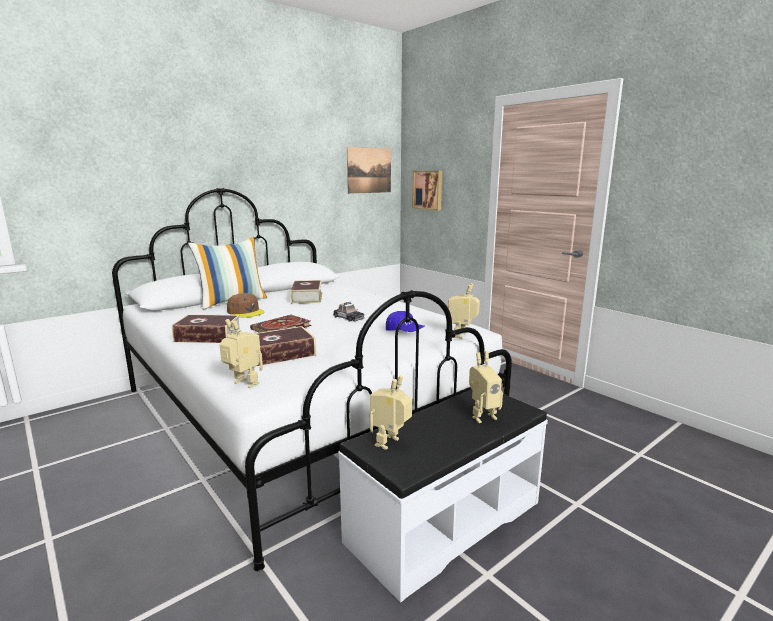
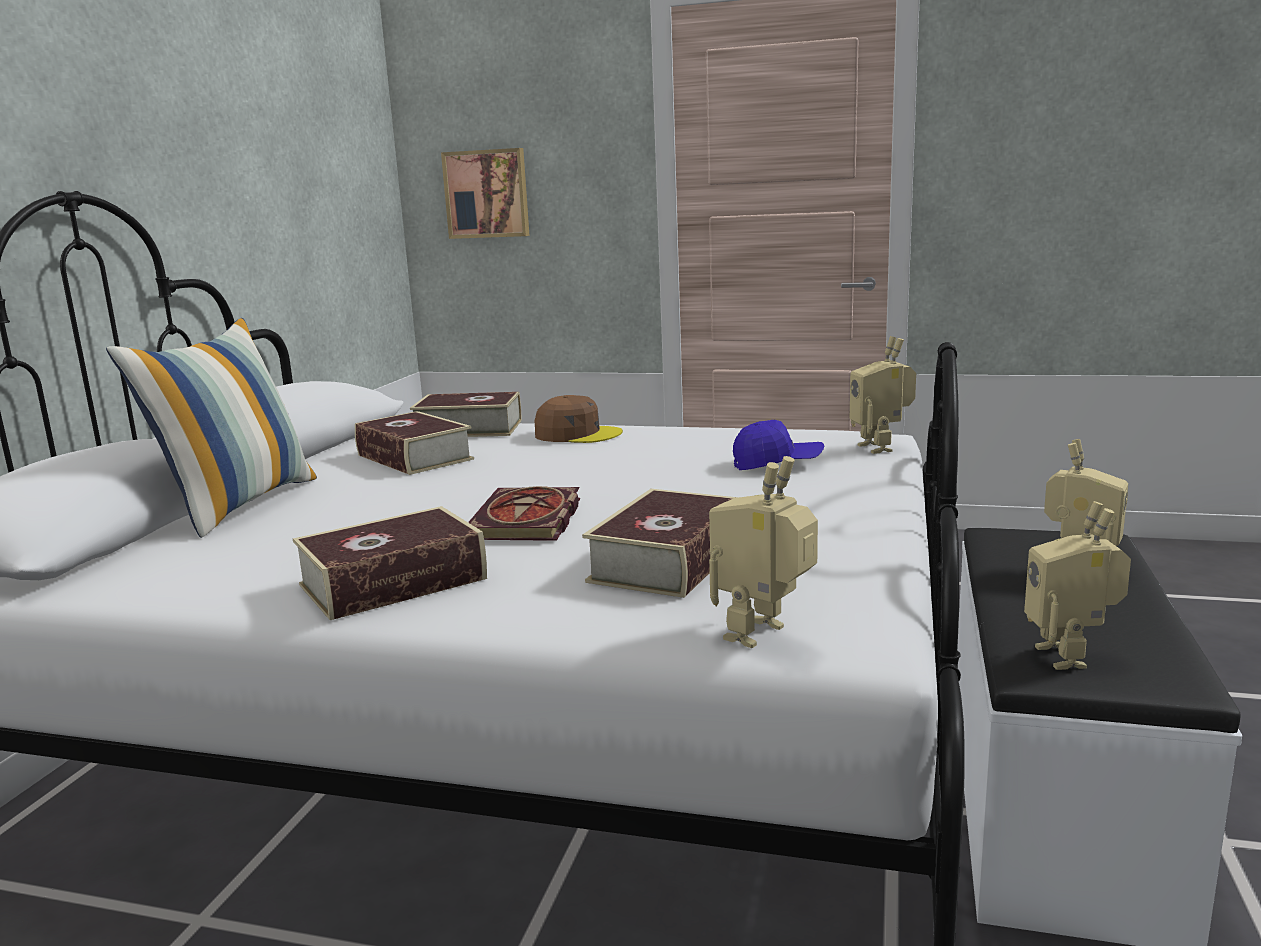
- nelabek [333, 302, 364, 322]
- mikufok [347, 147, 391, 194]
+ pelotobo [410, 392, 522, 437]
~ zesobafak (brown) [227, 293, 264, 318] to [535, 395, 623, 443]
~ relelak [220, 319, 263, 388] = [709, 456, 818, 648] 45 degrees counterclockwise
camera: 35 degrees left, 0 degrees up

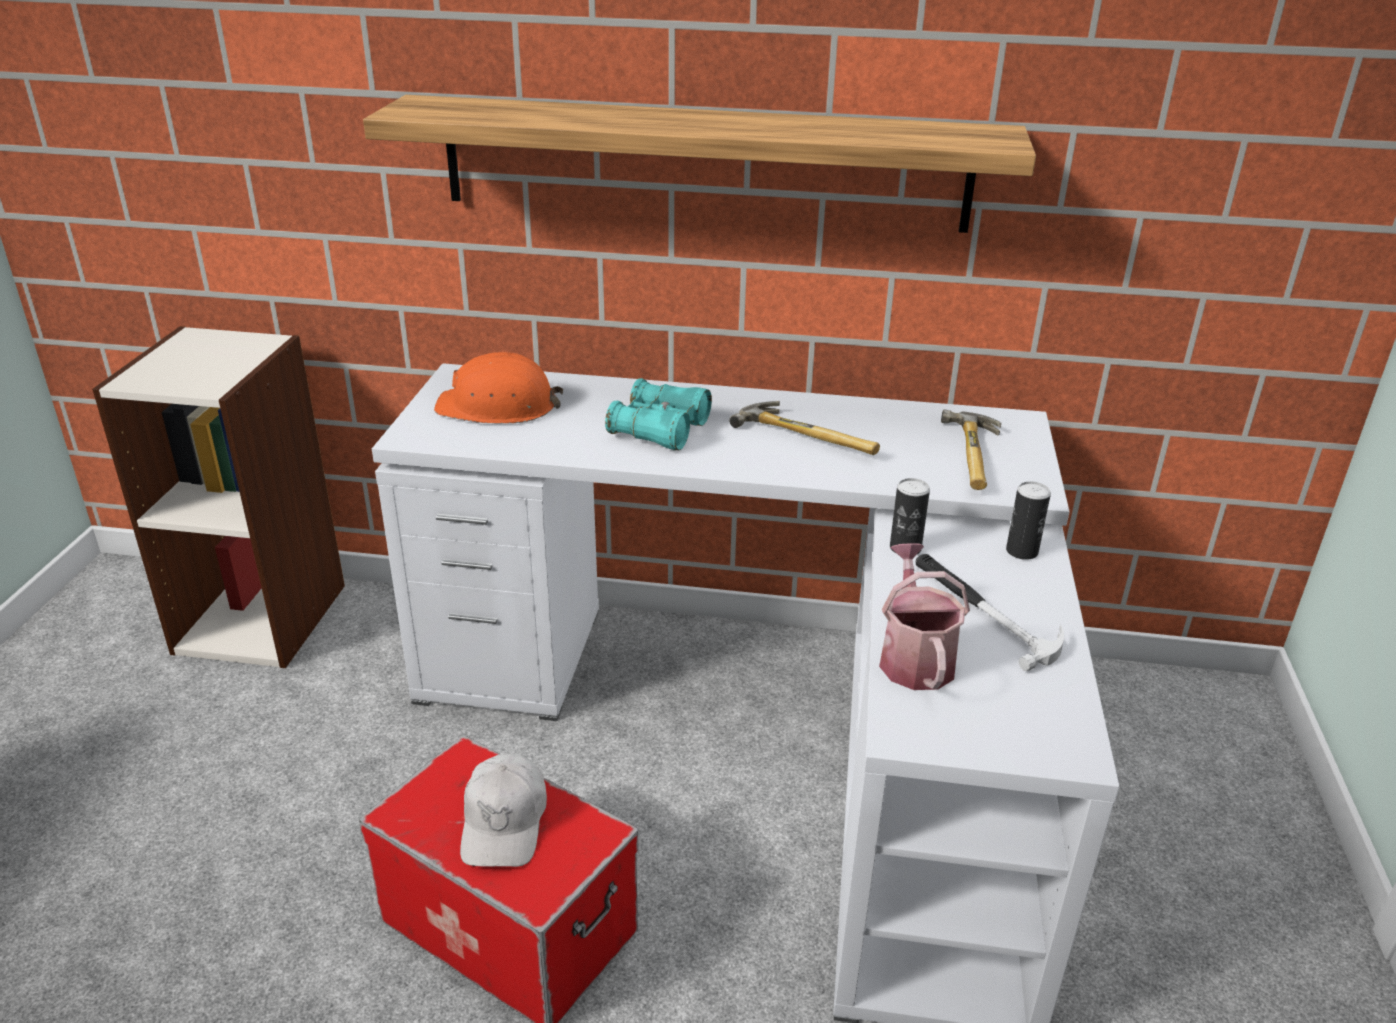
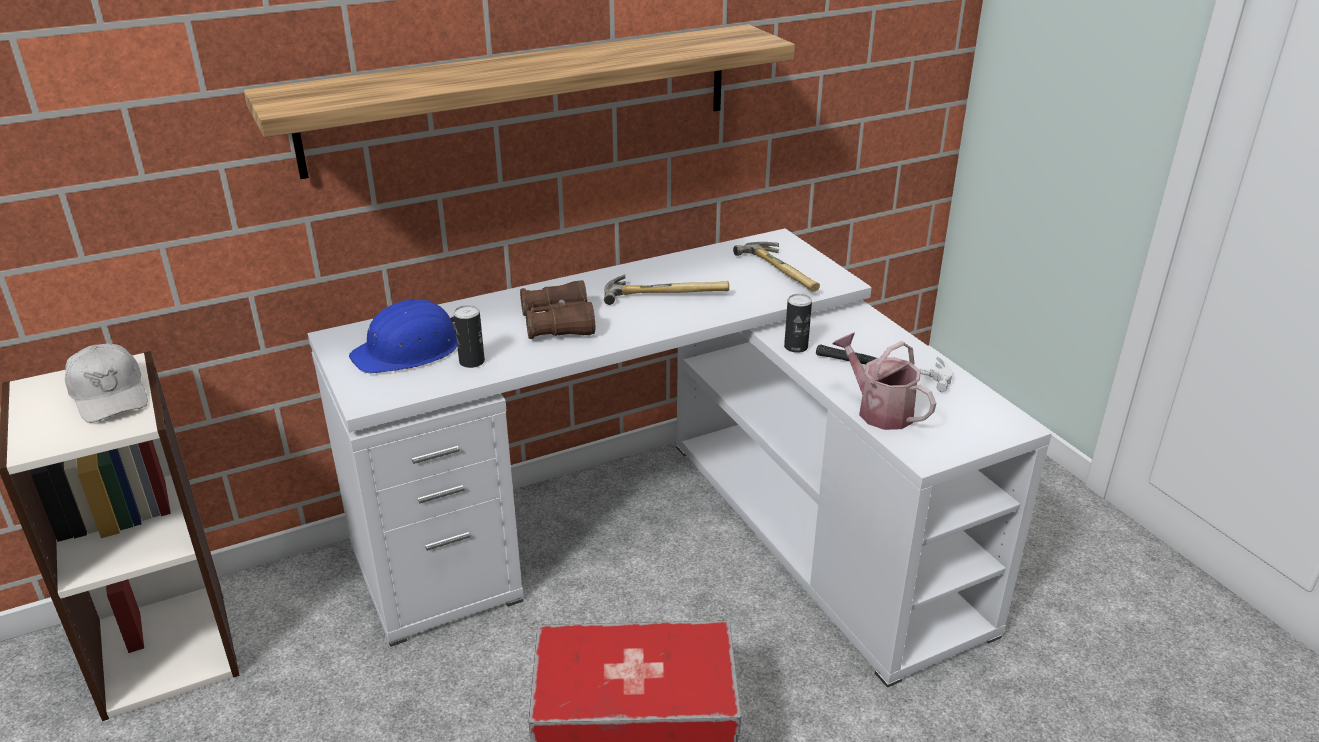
~ zesobafak (white) [460, 754, 547, 867] to [65, 343, 148, 423]
~ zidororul [1006, 481, 1051, 560] to [454, 305, 485, 368]
~ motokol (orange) [434, 352, 563, 424] to motokol (blue) [349, 299, 457, 373]
~ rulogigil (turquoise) [605, 378, 712, 450] to rulogigil (brown) [520, 280, 595, 339]
camera: 35 degrees left, 0 degrees up

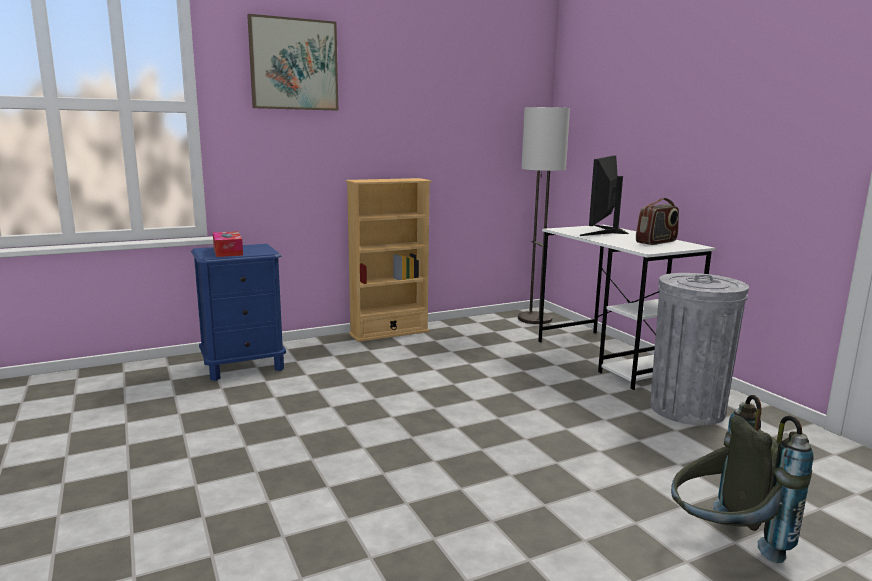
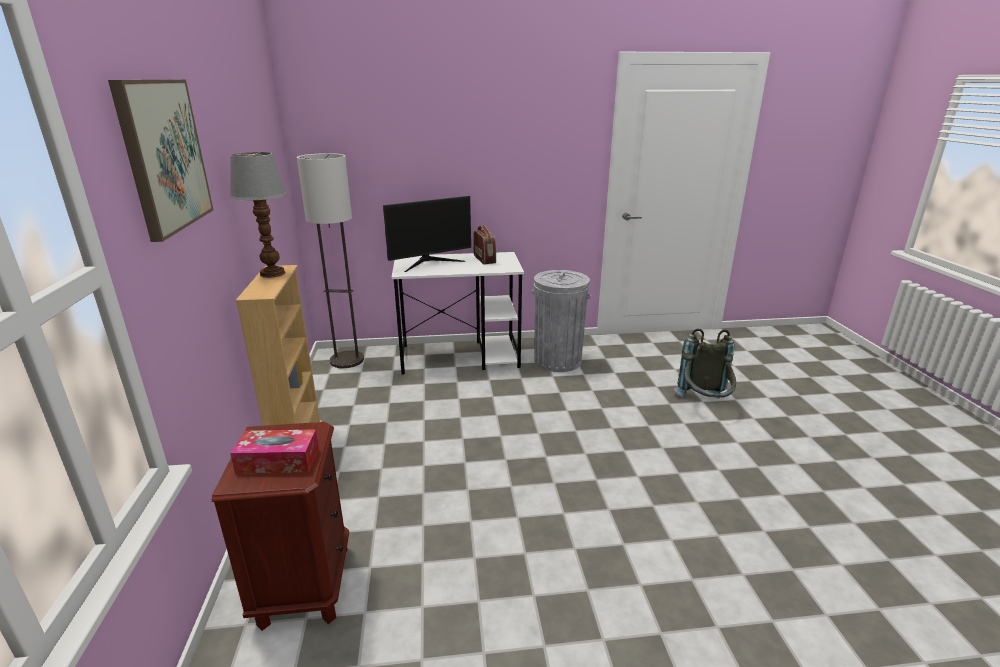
+ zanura [230, 152, 287, 278]
~ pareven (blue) [191, 244, 286, 381] to pareven (brown) [212, 422, 349, 631]
~ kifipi [580, 155, 629, 236] = [383, 196, 471, 272] 75 degrees counterclockwise
camera: 70 degrees left, 10 degrees up

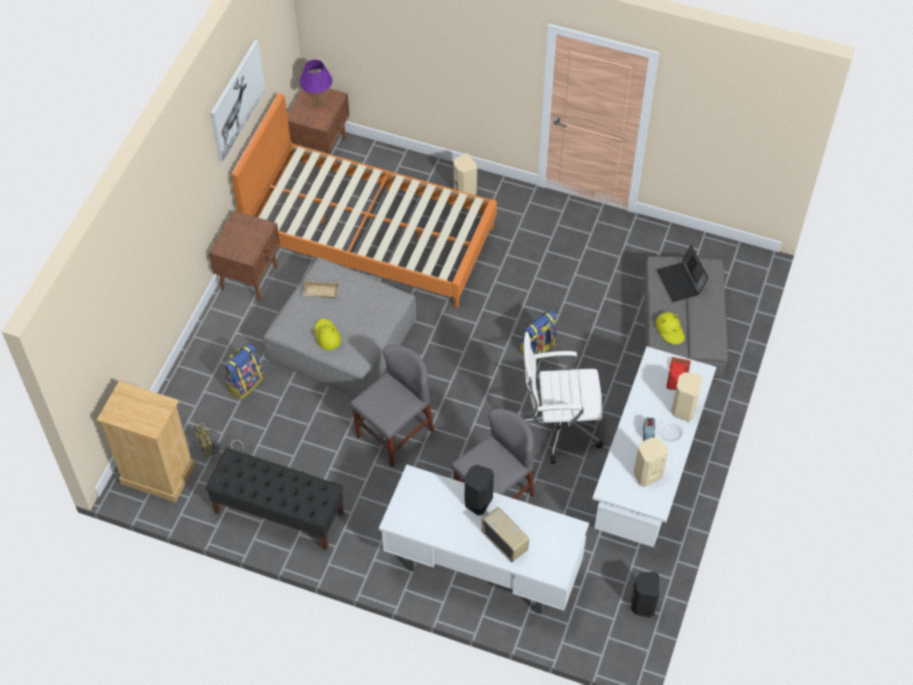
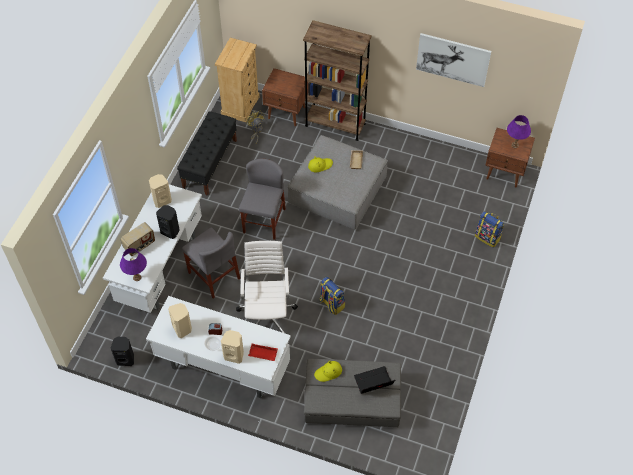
- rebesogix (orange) [231, 93, 497, 308]
+ zanura (purple) [120, 248, 147, 281]
+ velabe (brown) [303, 20, 372, 141]
~ pareven (brown) [209, 210, 280, 301] to [262, 68, 309, 126]
~ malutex [223, 343, 264, 400] to [475, 211, 504, 248]
~ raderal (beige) [454, 153, 477, 195] to [149, 174, 172, 208]
~ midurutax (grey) [350, 345, 434, 467] = [239, 159, 286, 240] 120 degrees counterclockwise
camera: 90 degrees right, 0 degrees up

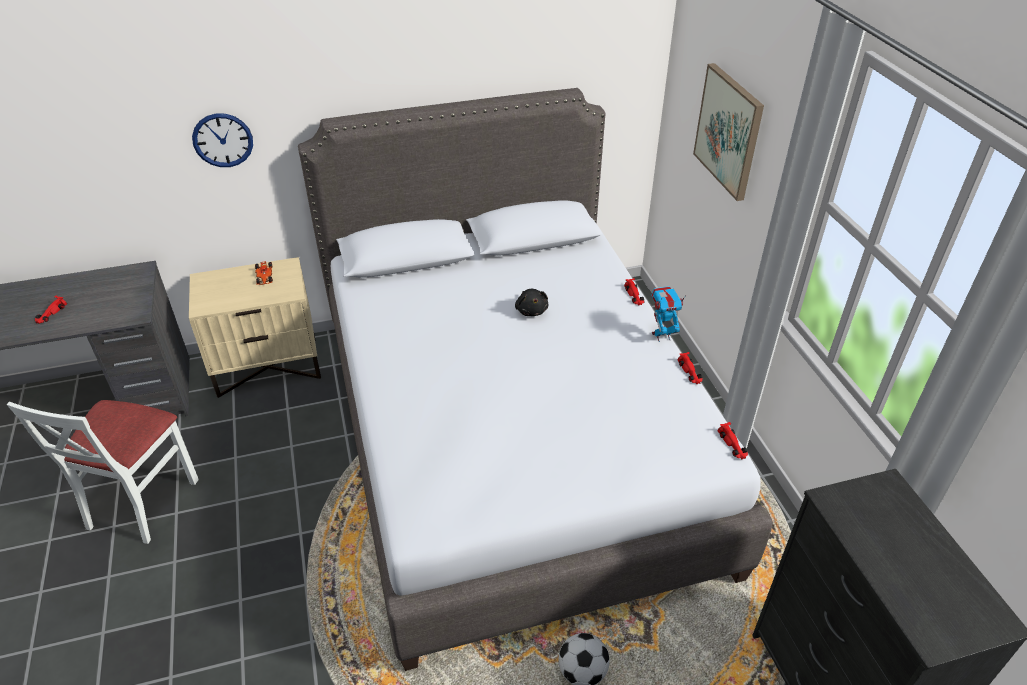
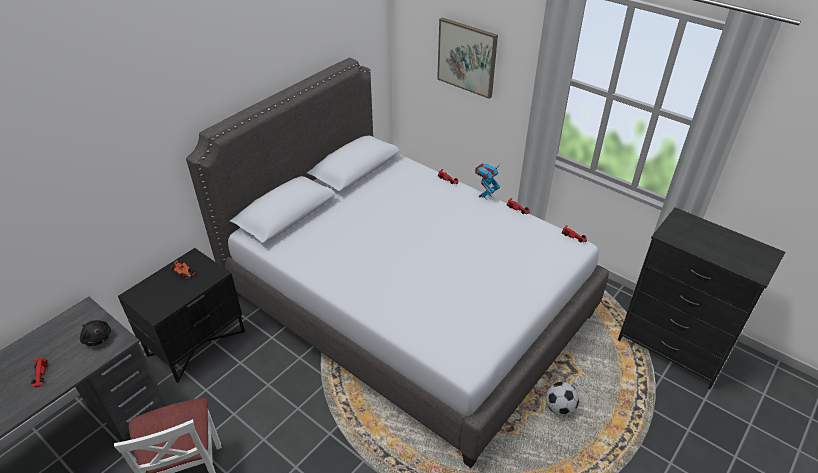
- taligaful [192, 113, 253, 167]
~ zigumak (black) [515, 289, 548, 316] to [80, 320, 111, 346]
~ pareven (beige) [189, 257, 321, 398] to pareven (black) [118, 248, 245, 383]
camera: 35 degrees left, 0 degrees up

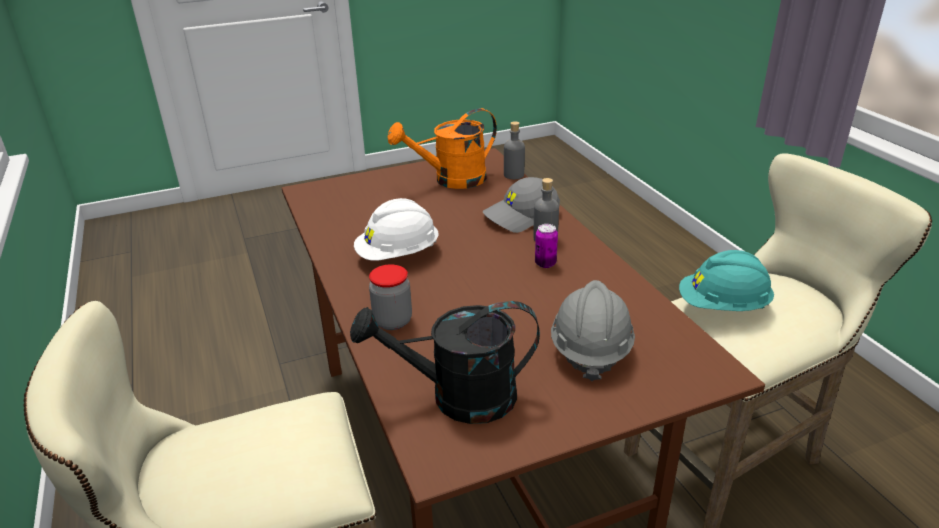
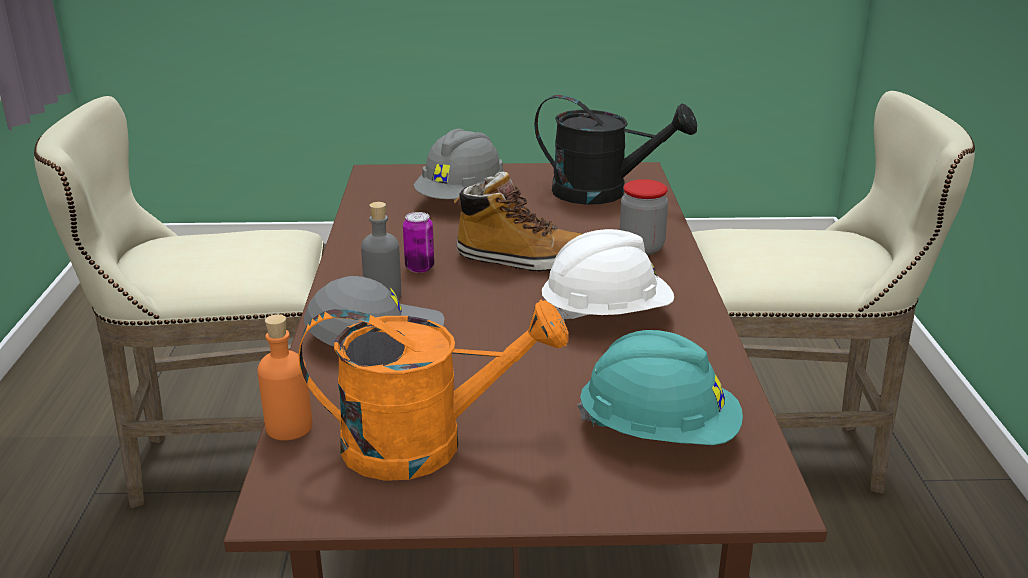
+ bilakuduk [454, 172, 583, 272]
~ motokol (turquoise) [679, 250, 774, 311] to [577, 330, 743, 445]
~ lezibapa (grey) [504, 121, 525, 179] to lezibapa (orange) [257, 314, 313, 440]
camera: 160 degrees left, 5 degrees down

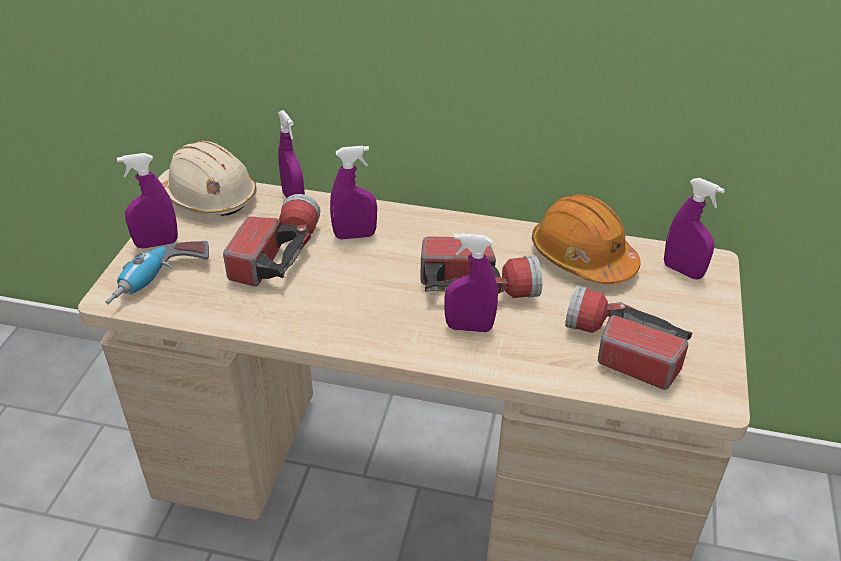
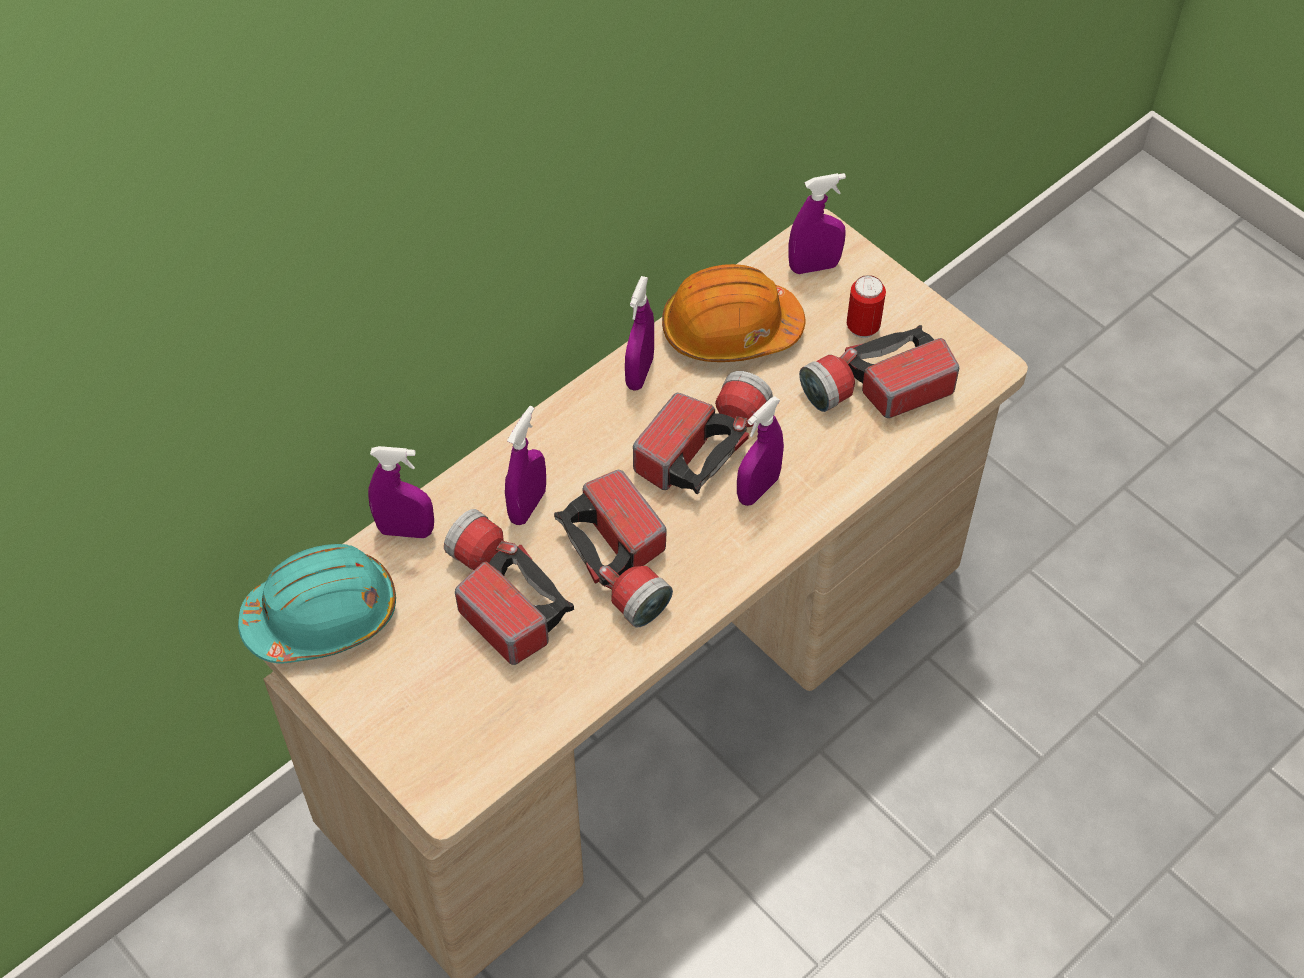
- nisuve [105, 241, 209, 304]
+ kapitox [554, 470, 673, 628]
+ zidororul [847, 275, 886, 338]
~ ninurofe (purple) [117, 153, 178, 249] to [625, 276, 654, 391]
~ motokol (beige) [158, 141, 257, 216] to motokol (turquoise) [238, 544, 396, 664]
camera: 55 degrees left, 15 degrees up

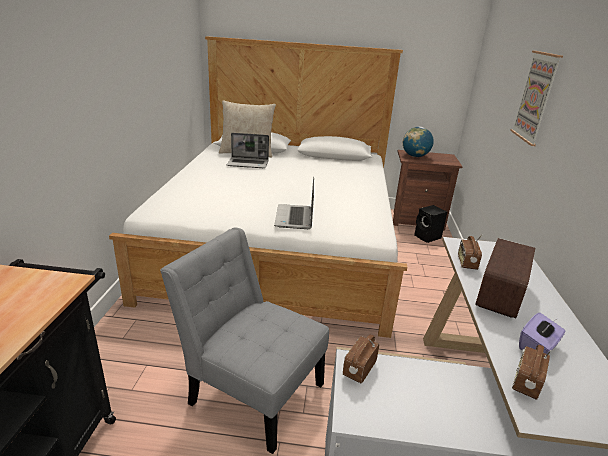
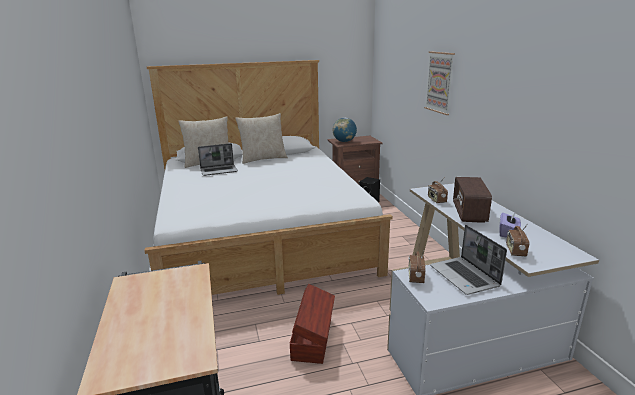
+ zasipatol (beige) [235, 113, 288, 164]
~ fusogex [274, 177, 314, 229] to [430, 225, 507, 295]
~ midurutax (grey) [160, 227, 329, 454] to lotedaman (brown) [290, 284, 335, 364]
camera: 20 degrees left, 5 degrees down

